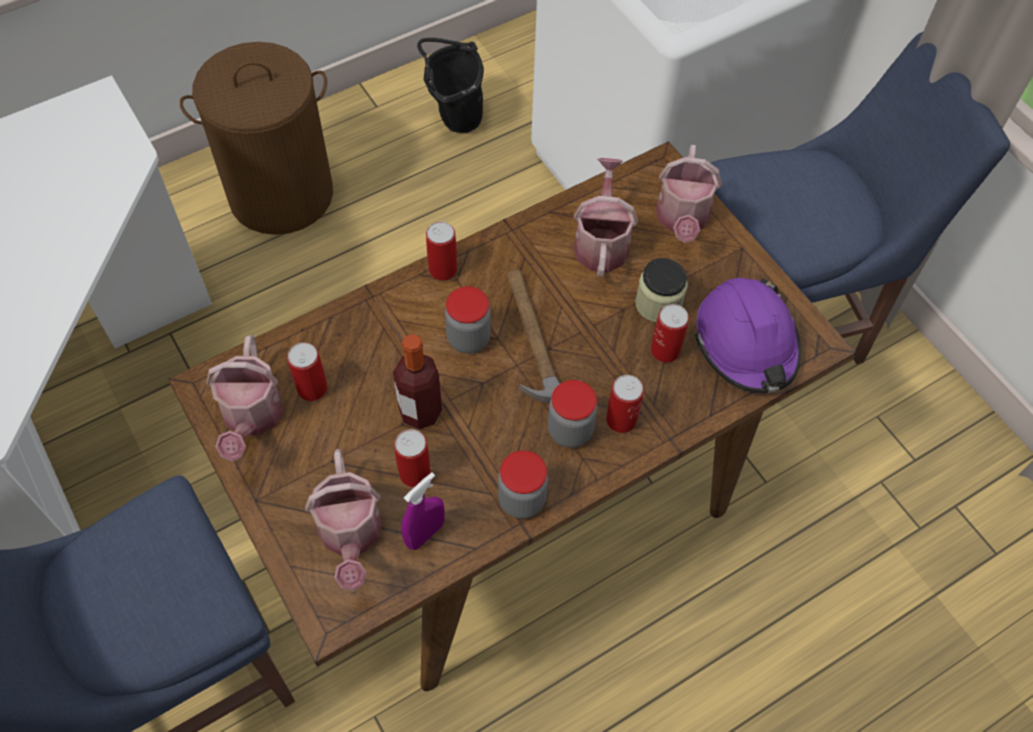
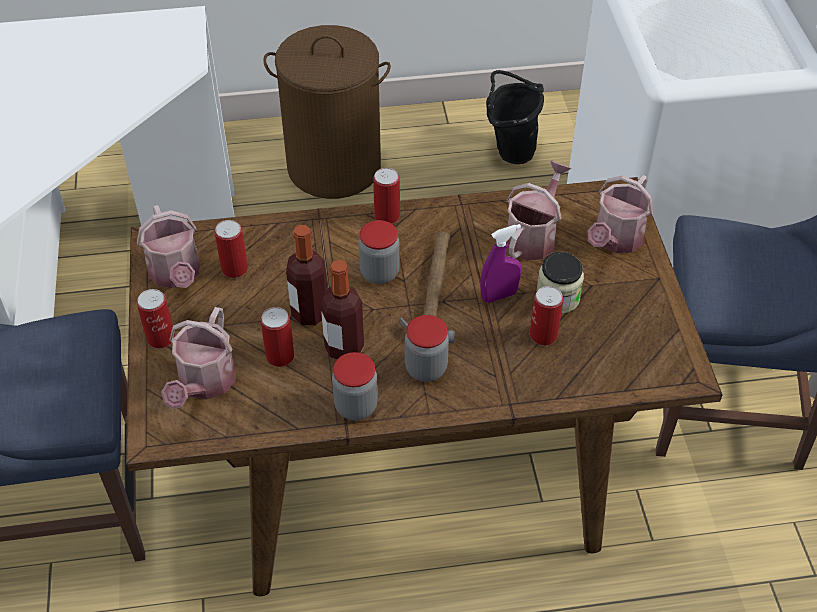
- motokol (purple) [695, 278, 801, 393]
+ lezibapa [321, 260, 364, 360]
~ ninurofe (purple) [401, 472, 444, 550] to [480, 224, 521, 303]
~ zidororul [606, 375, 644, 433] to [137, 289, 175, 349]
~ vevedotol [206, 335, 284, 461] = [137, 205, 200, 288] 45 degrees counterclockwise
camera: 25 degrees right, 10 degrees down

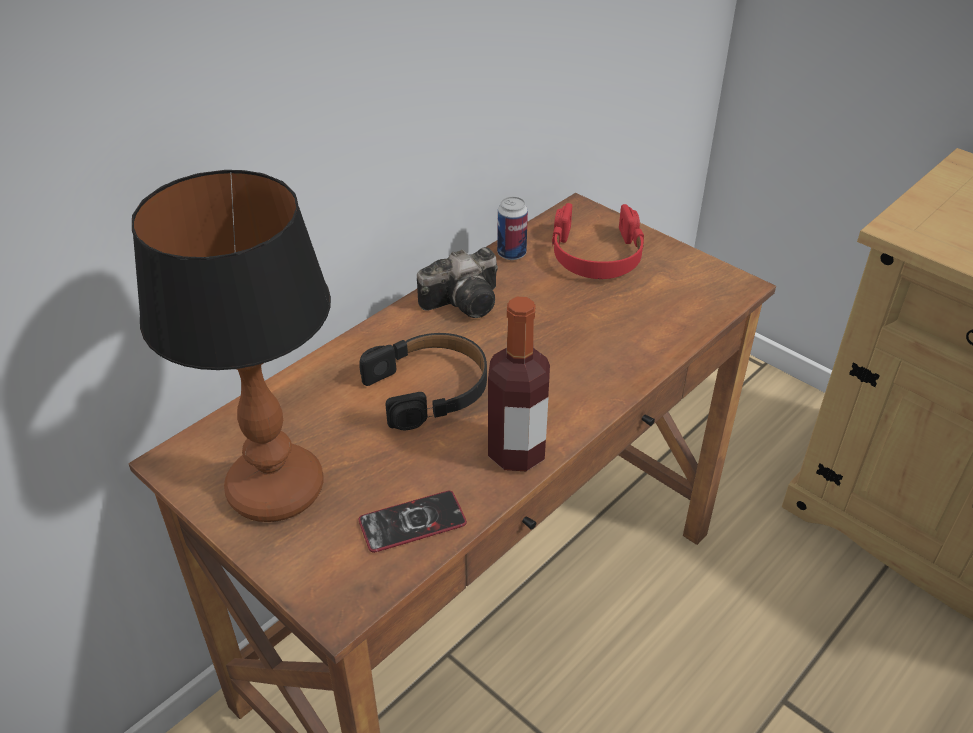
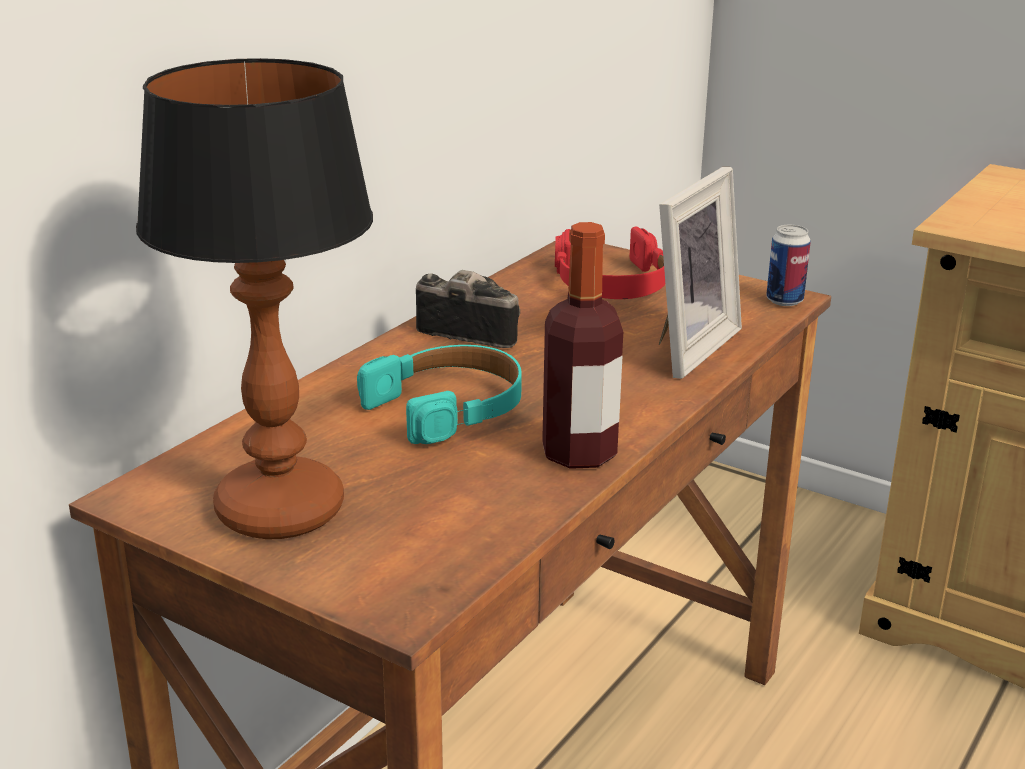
- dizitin [358, 491, 467, 553]
+ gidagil [659, 167, 742, 379]
~ zidororul [497, 196, 528, 260] to [766, 225, 811, 306]
~ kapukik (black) [359, 333, 487, 431] to kapukik (turquoise) [357, 345, 522, 444]
~ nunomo [417, 247, 498, 318] = [416, 270, 520, 348] 120 degrees counterclockwise
camera: 10 degrees left, 15 degrees down

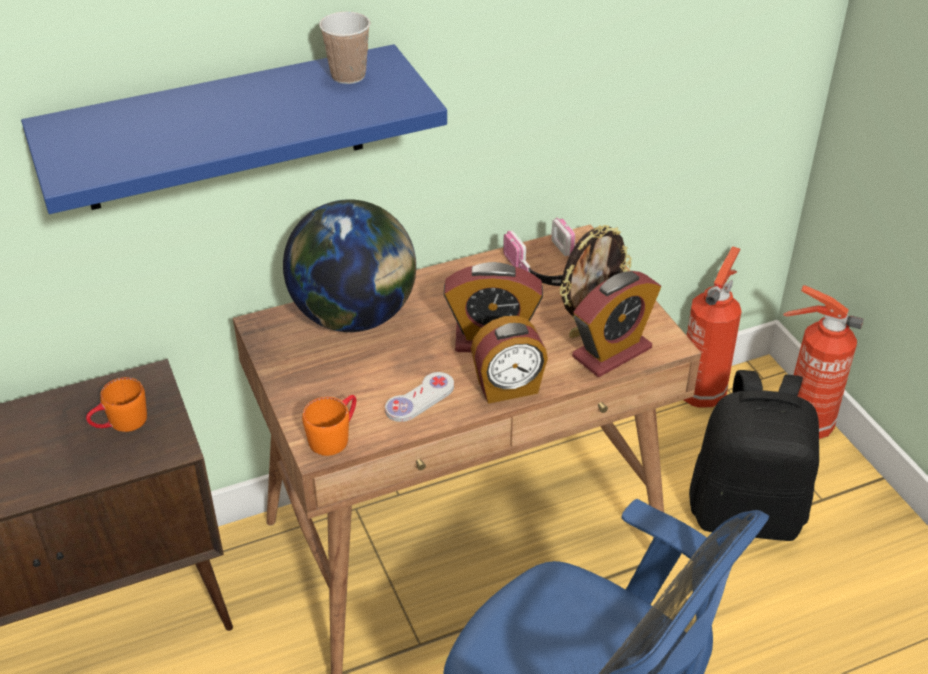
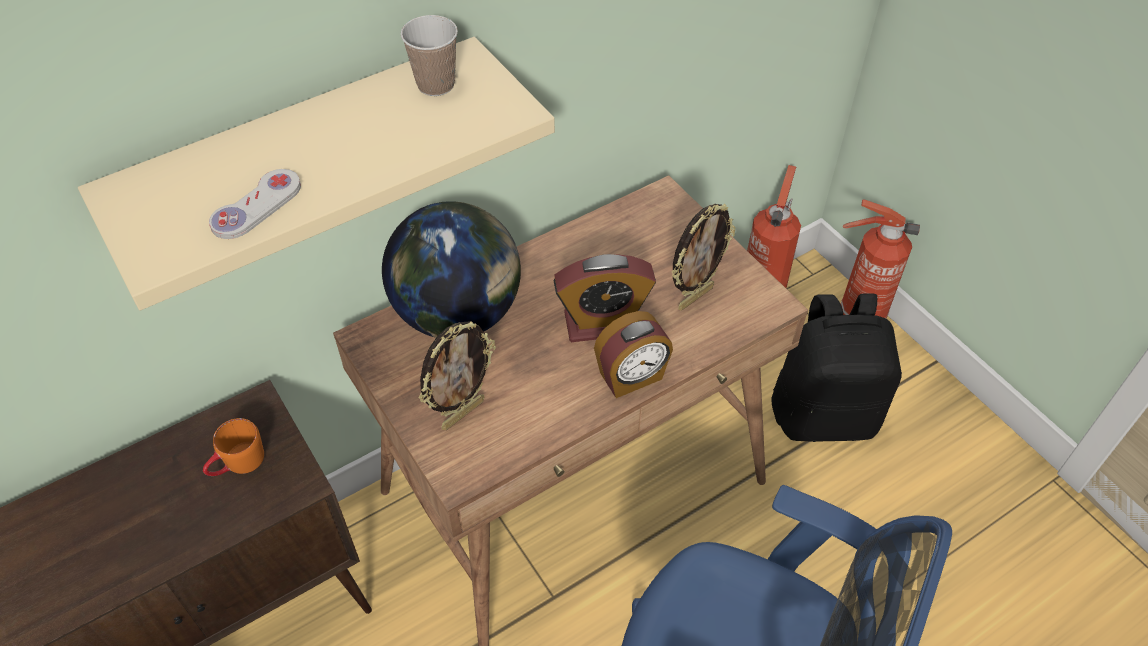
- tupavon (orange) [302, 395, 356, 456]
- kapukik [503, 218, 576, 286]
- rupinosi [572, 271, 661, 377]
+ gidagil [419, 321, 496, 430]
~ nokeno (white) [385, 372, 454, 422] to [209, 169, 301, 239]
~ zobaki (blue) [21, 44, 447, 214] to zobaki (beige) [78, 37, 555, 310]
camera: 10 degrees left, 10 degrees up

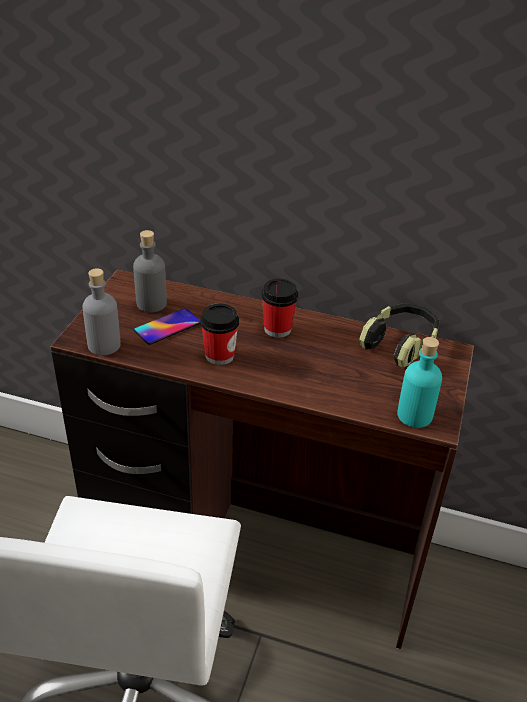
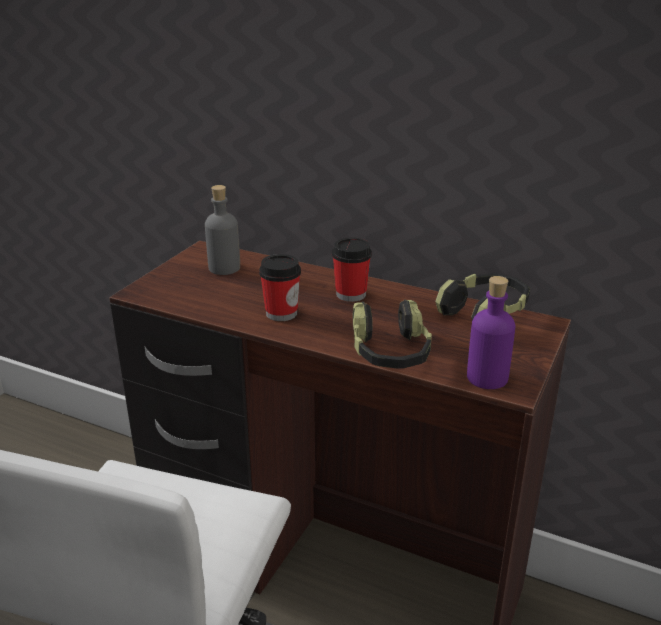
- lezibapa (grey) [82, 268, 121, 355]
- dizitin [134, 308, 201, 345]
+ kapukik [353, 299, 432, 369]
~ lezibapa (turquoise) [397, 337, 442, 428] to lezibapa (purple) [467, 276, 515, 389]
camera: 10 degrees right, 10 degrees down

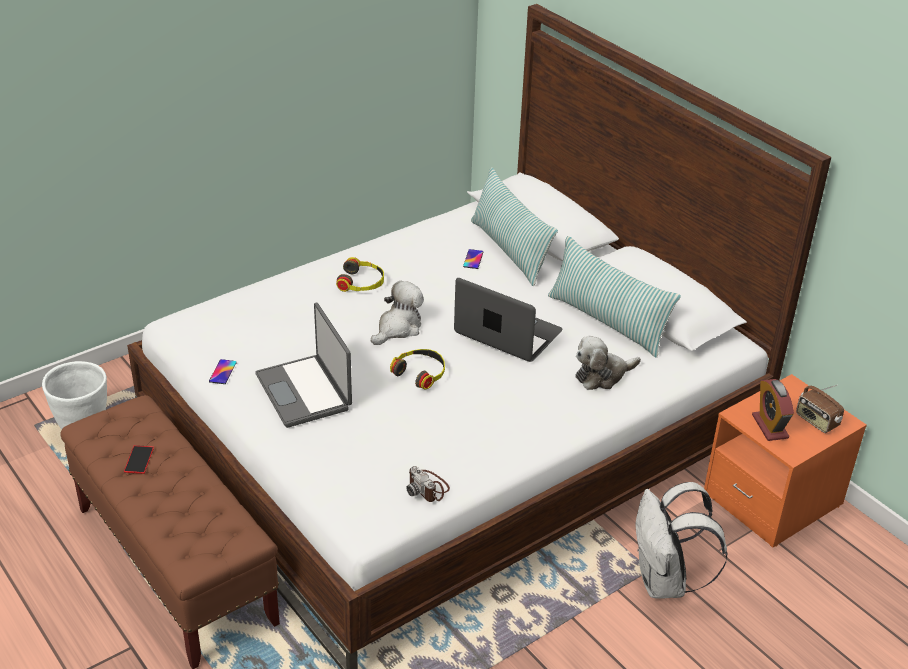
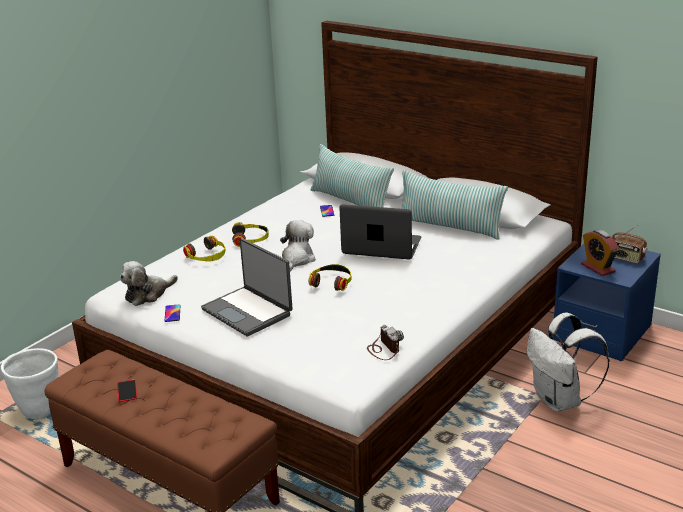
+ kapukik [183, 235, 225, 261]
~ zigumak [575, 336, 641, 390] to [120, 261, 178, 306]
~ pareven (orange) [704, 374, 867, 548] to pareven (blue) [553, 244, 661, 362]
~ nunomo [406, 466, 450, 502] = [367, 325, 404, 360] 150 degrees counterclockwise
camera: 15 degrees left, 10 degrees down

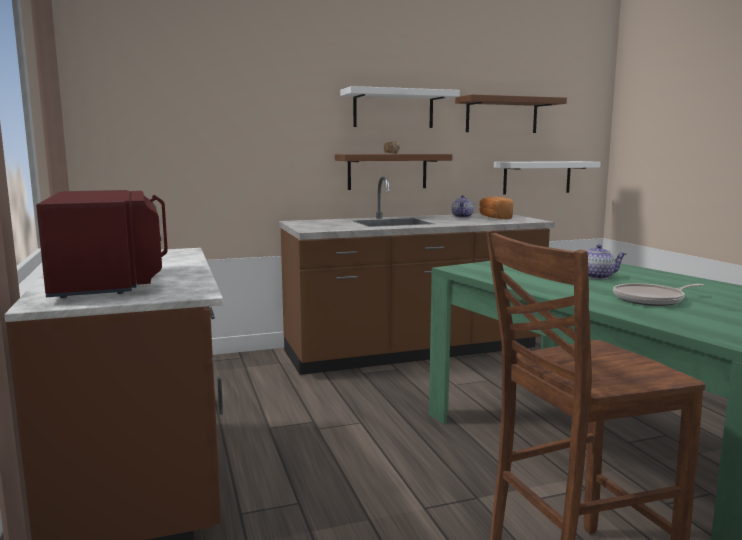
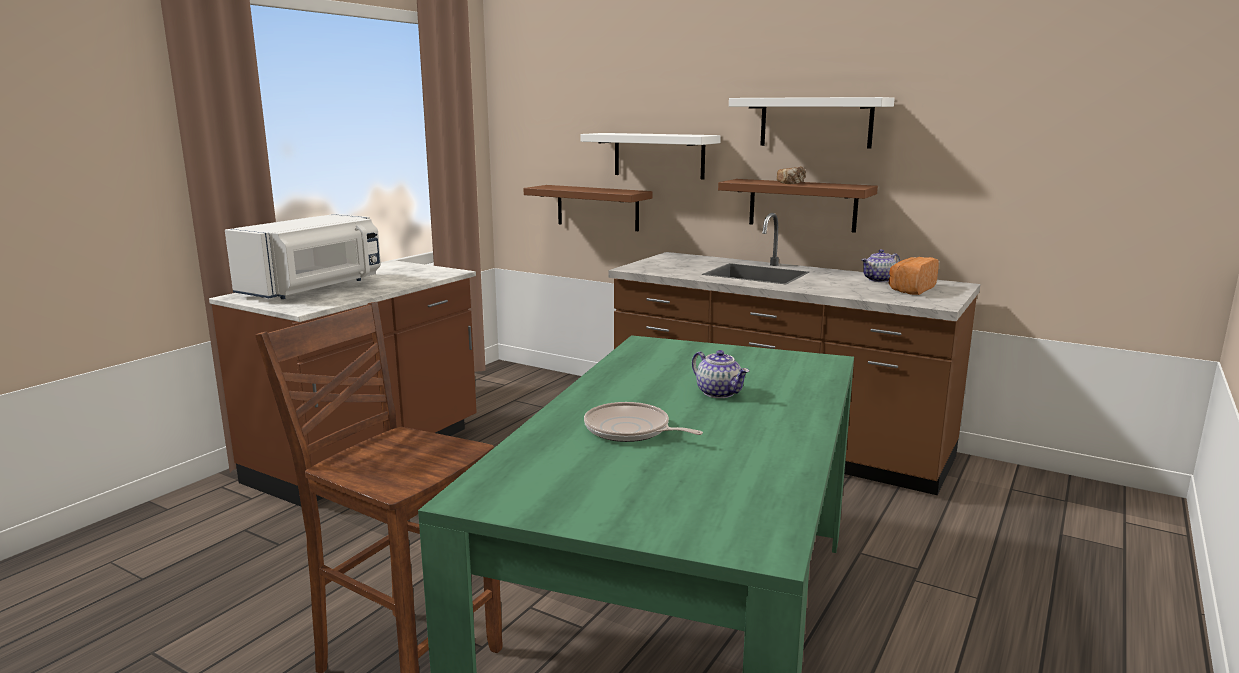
~ zobaki (brown) [455, 94, 567, 133] to [524, 185, 652, 231]
~ zobaki (white) [494, 161, 601, 194] to [580, 133, 721, 179]
~ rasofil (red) [36, 190, 168, 298] to rasofil (white) [225, 214, 381, 299]
camera: 50 degrees right, 5 degrees up

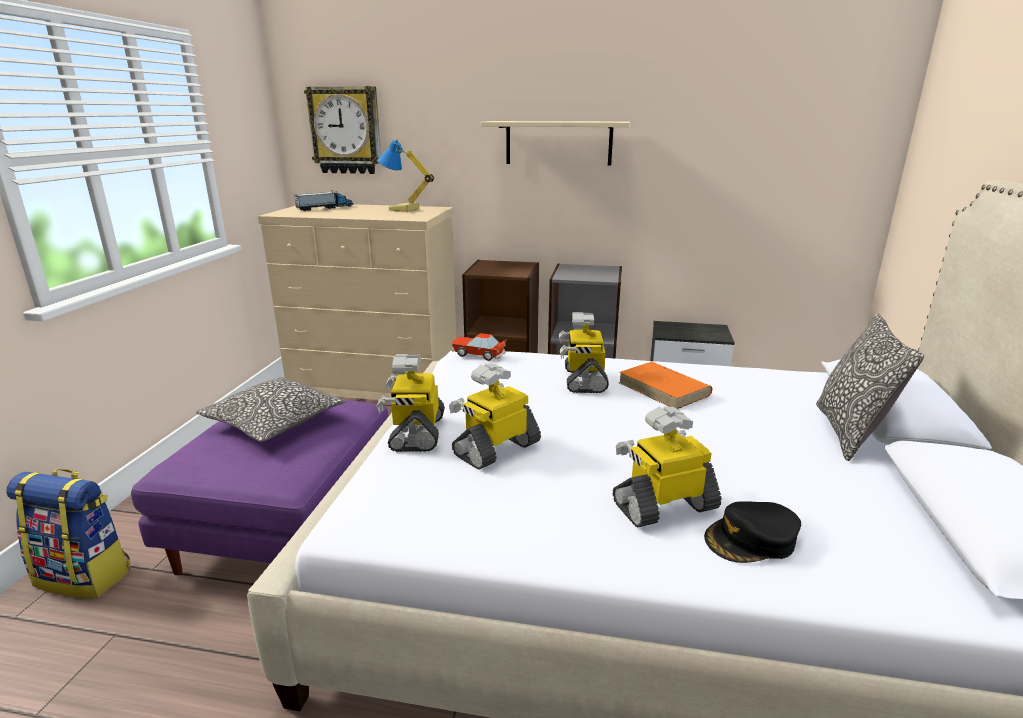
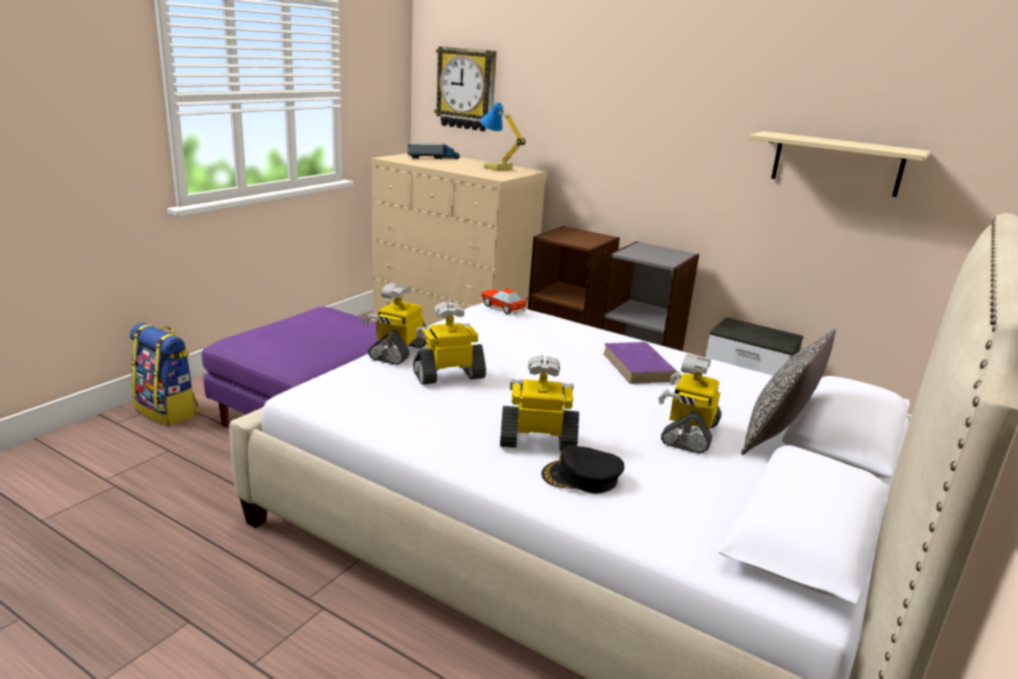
- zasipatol [196, 377, 346, 442]
~ zobaki (beige) [481, 121, 630, 166] to [749, 131, 930, 197]
~ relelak [559, 312, 609, 393] to [659, 354, 722, 453]
~ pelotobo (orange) [618, 362, 712, 409] to pelotobo (purple) [603, 342, 677, 384]
camera: 20 degrees right, 0 degrees up

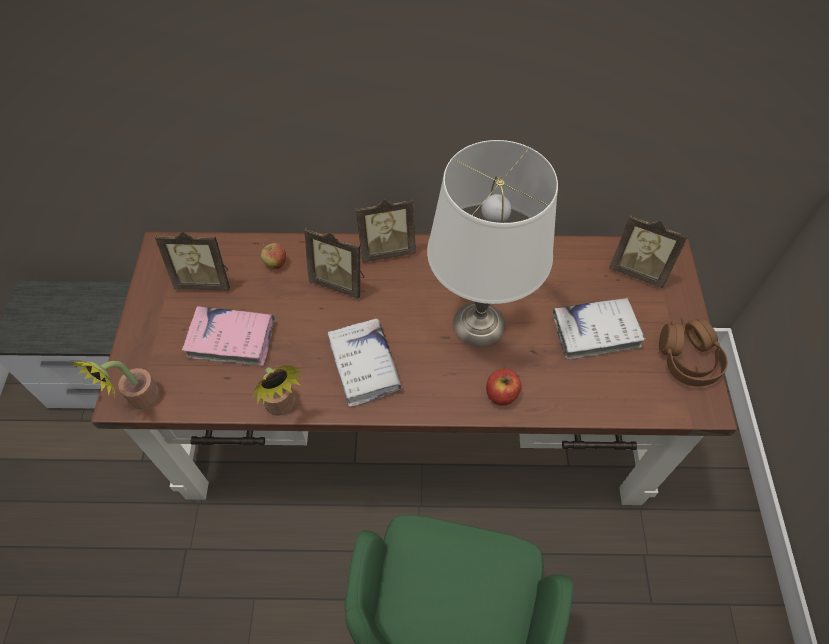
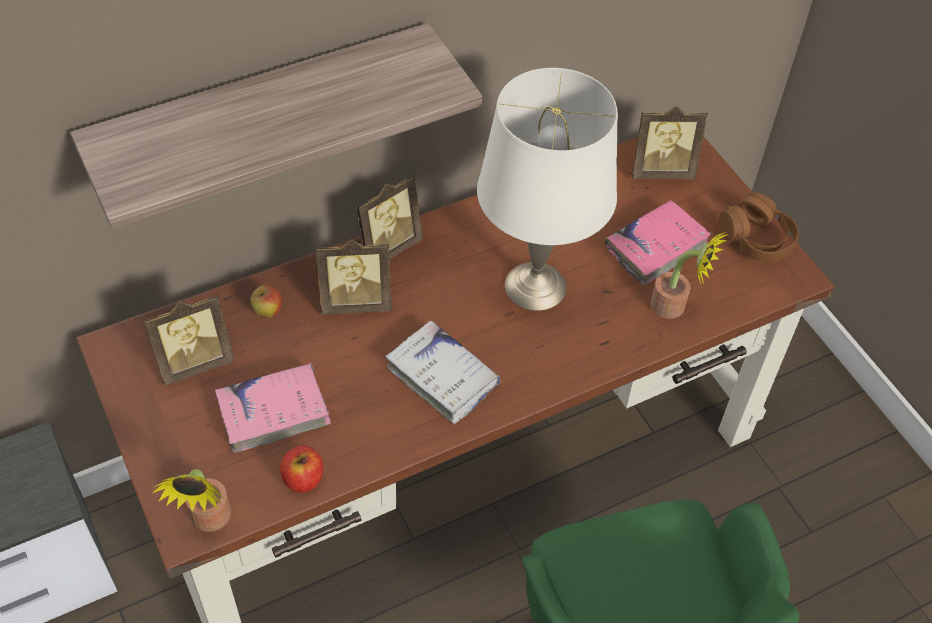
+ zobaki [70, 23, 483, 228]
~ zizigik [252, 365, 305, 416] to [650, 231, 729, 319]
~ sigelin [486, 369, 521, 406] to [280, 446, 323, 493]
~ pelotobo (white) [553, 298, 646, 359] to pelotobo (pink) [605, 199, 711, 285]
camera: 30 degrees left, 5 degrees down

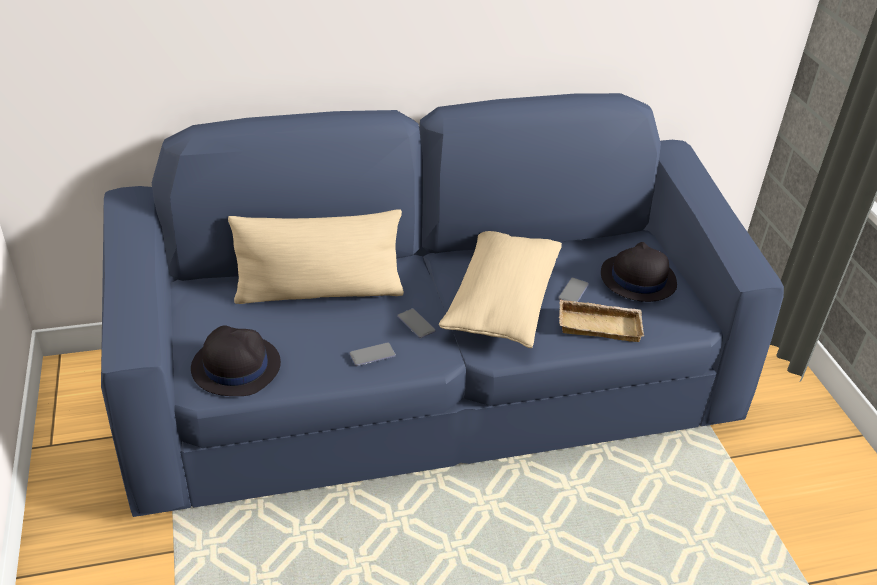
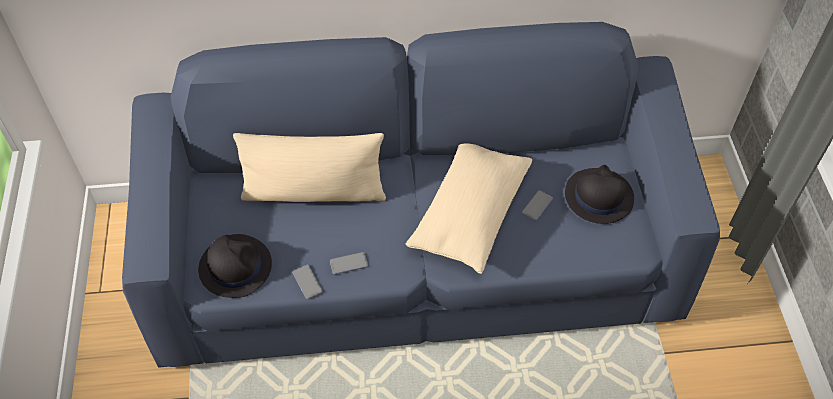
- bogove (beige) [559, 299, 644, 342]
~ dizitin [397, 309, 436, 338] to [292, 265, 323, 299]
camera: 10 degrees right, 15 degrees up

